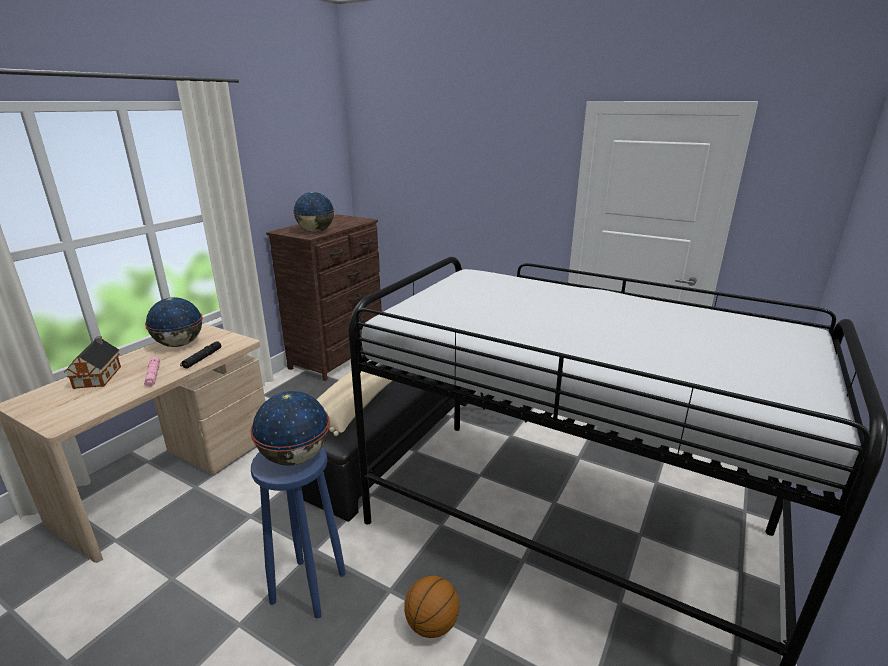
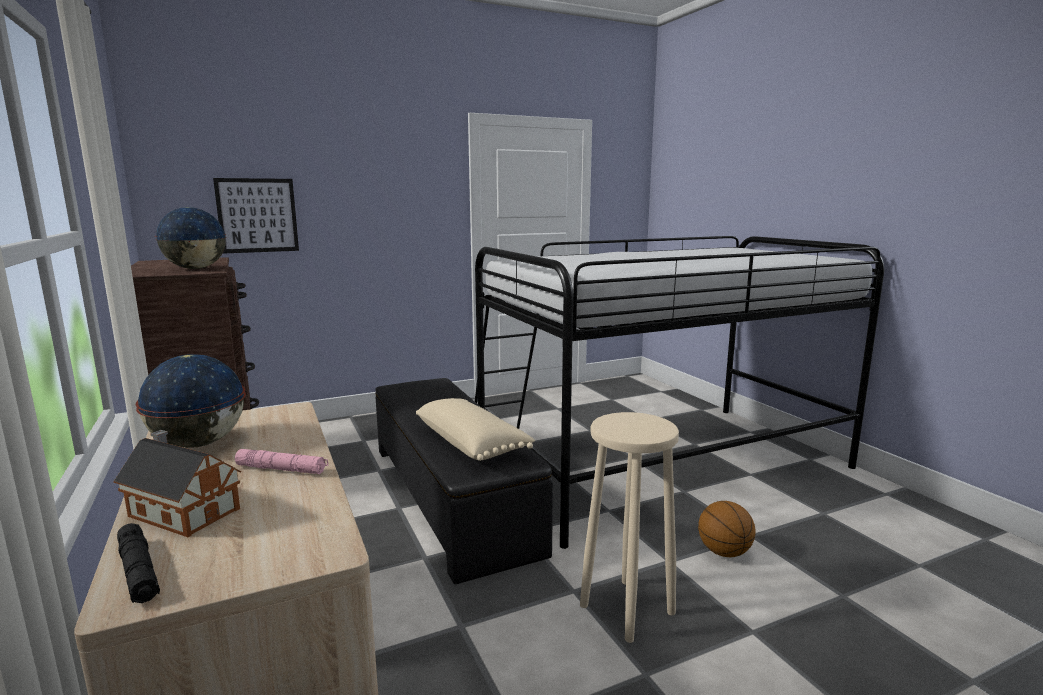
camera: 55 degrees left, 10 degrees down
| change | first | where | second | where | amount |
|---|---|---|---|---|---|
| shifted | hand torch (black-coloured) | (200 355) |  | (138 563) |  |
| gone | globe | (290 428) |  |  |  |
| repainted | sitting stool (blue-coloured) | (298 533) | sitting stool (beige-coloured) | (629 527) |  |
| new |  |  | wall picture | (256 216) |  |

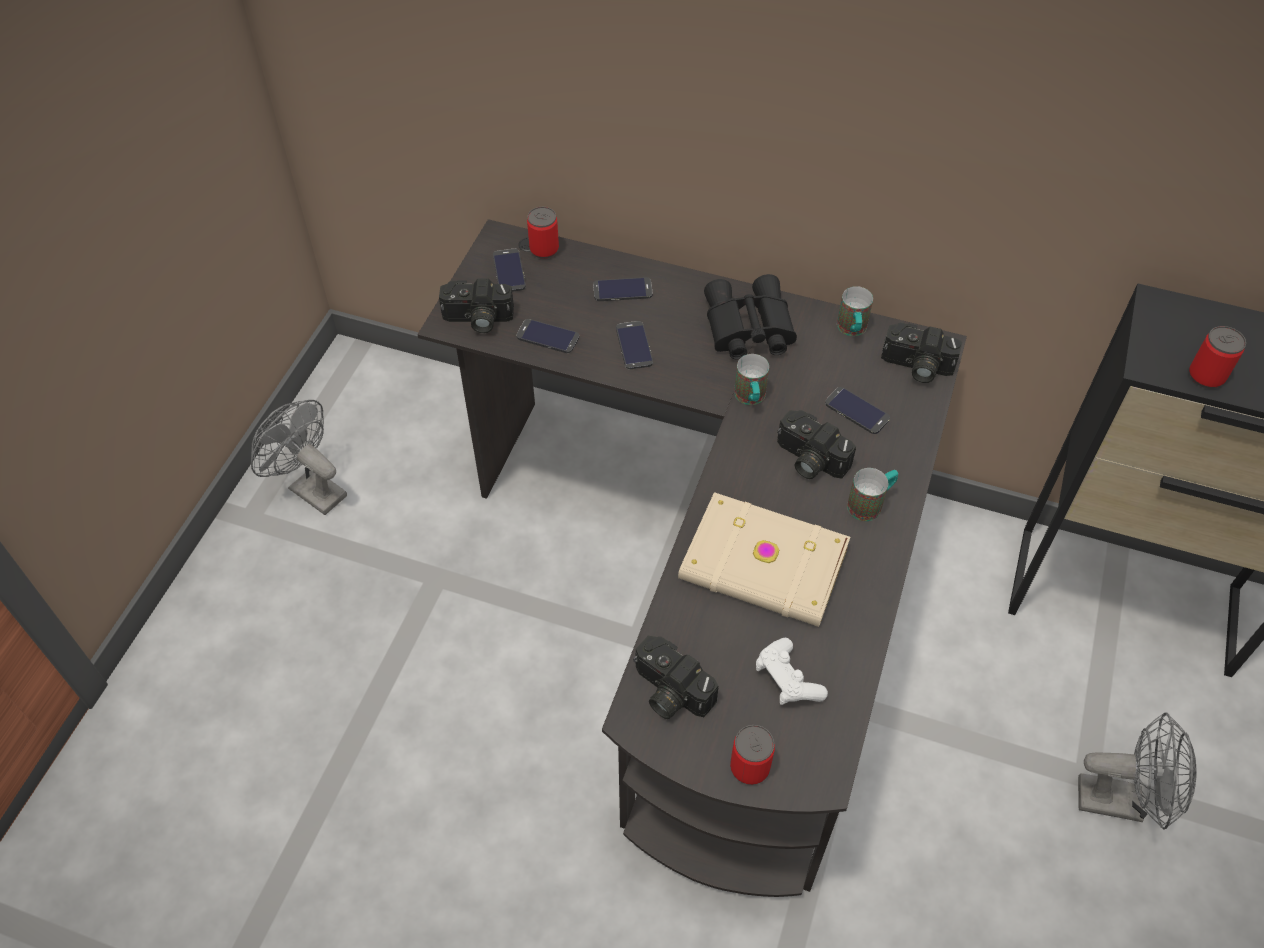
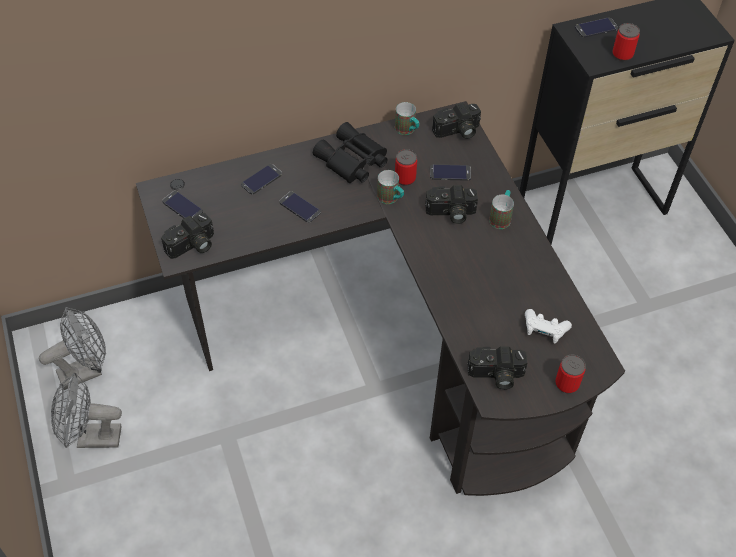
camera: 40 degrees left, 0 degrees up
| change | first | where | second | where | amount |
|---|---|---|---|---|---|
| shifted | metal can | (543 233) |  | (406 167) |  |
| shifted | telephone | (547 336) |  | (596 28) |  |
| gone | volume (beige-coloured) | (764 559) |  |  |  |
| shifted | fan (gray) | (1137 771) |  | (72 348) |  |

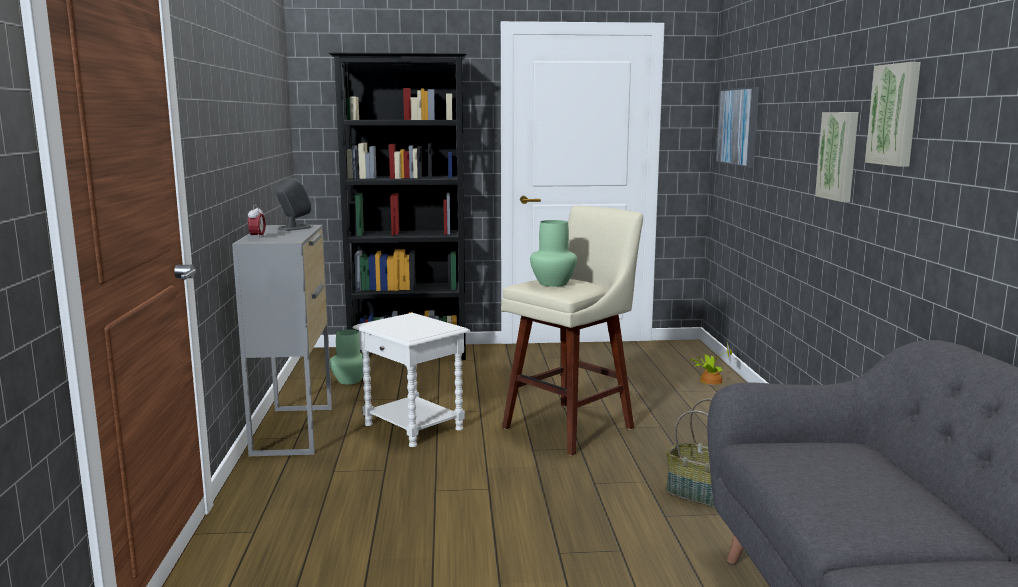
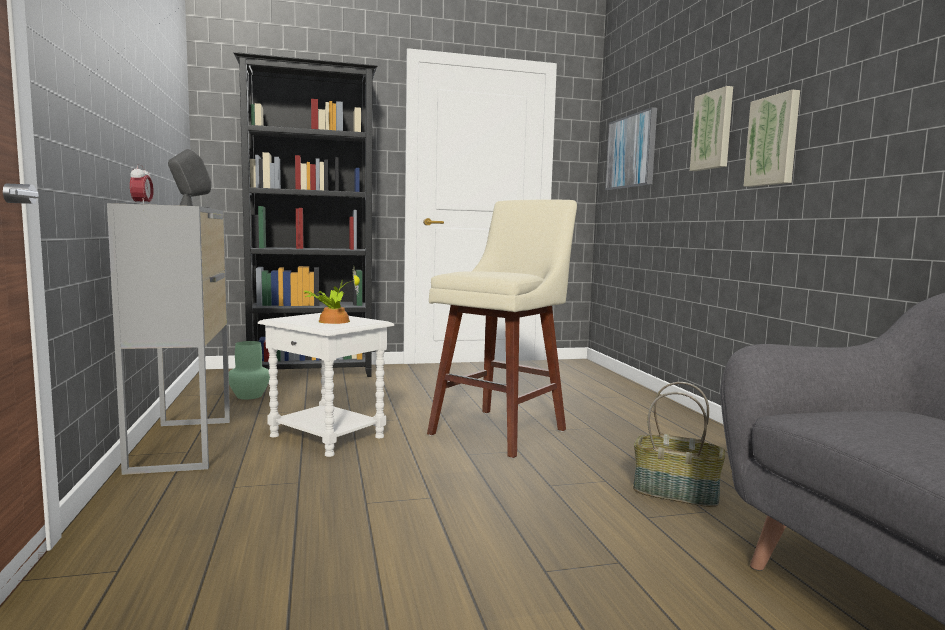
camera: 10 degrees left, 5 degrees down
| change | first | where | second | where | amount |
|---|---|---|---|---|---|
| shifted | wall picture | (893 114) |  | (711 128) |  |
| gone | vase (greenish) | (553 253) |  |  |  |
| shifted | plant in a pot | (711 365) |  | (332 295) |  |

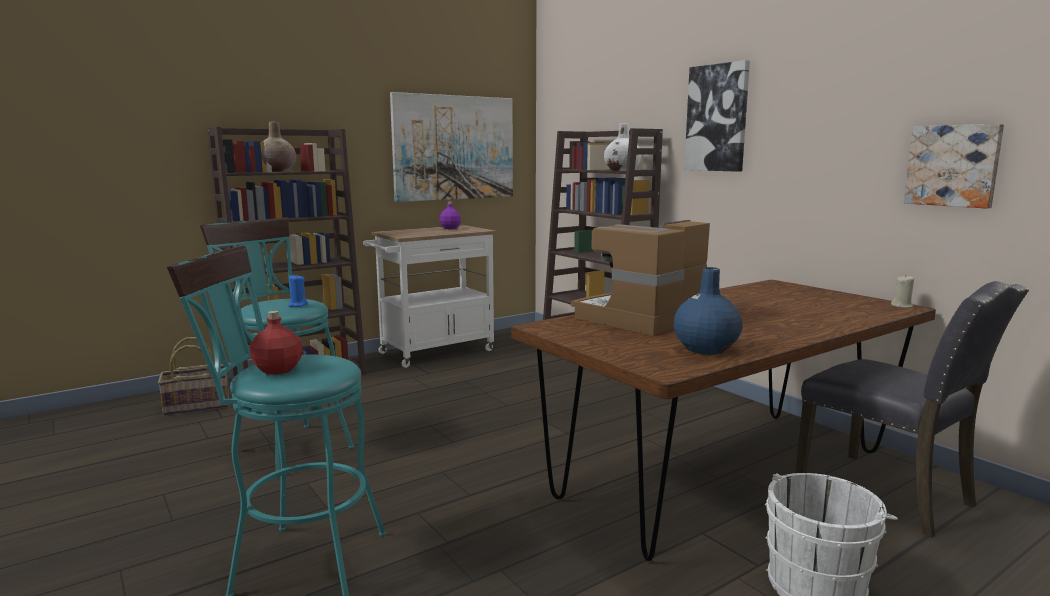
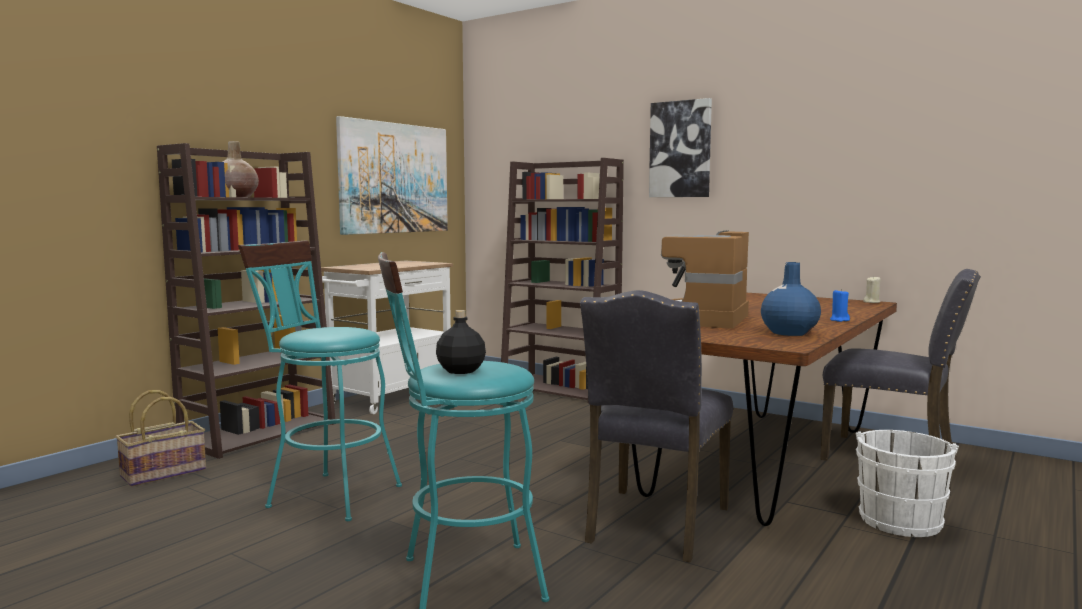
camera: 20 degrees left, 5 degrees down
| change | first | where | second | where | amount |
|---|---|---|---|---|---|
| gone | vase (white-coloured) | (622 147) |  |  |  |
| gone | wall picture | (954 166) |  |  |  |
| gone | drink bottle (purplish) | (450 215) |  |  |  |
| shifted | wax candle (blue-coloured) | (298 290) |  | (840 305) |  |
| repainted | drink bottle (red) | (276 343) | drink bottle (black-coloured) | (461 342) |  |
| new |  |  | plain chair (gray) | (656 426) |  |

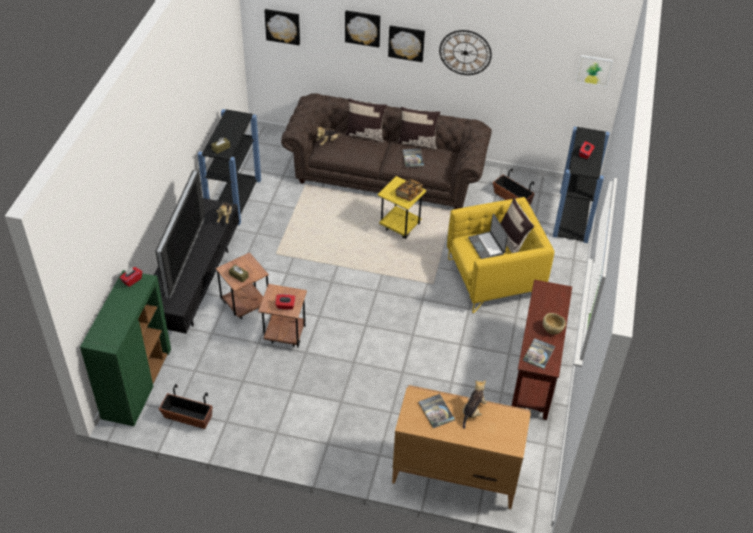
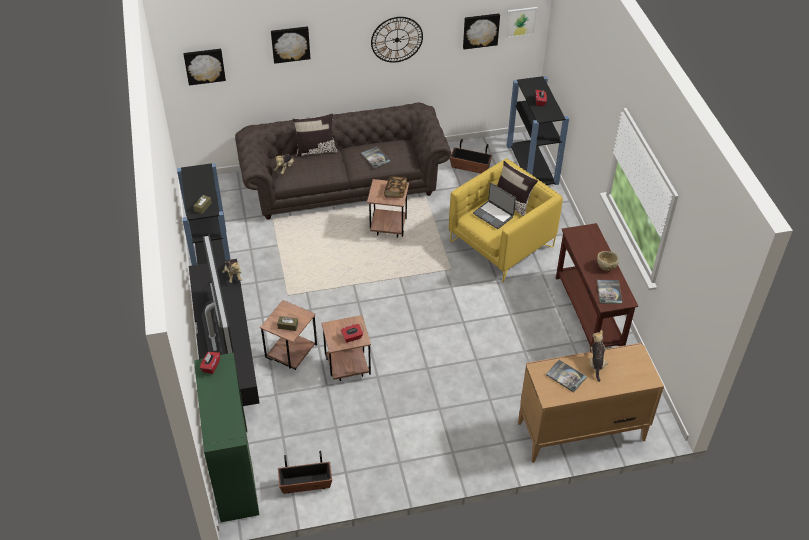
camera: 25 degrees left, 0 degrees up
| change | first | where | second | where | amount |
|---|---|---|---|---|---|
| shifted | wall picture | (406 43) |  | (481 31) |  |
| gone | throw pillow | (419 128) |  |  |  |
| repainted | accent table (yellow) | (402 207) | accent table (brownish) | (388 208) |  |

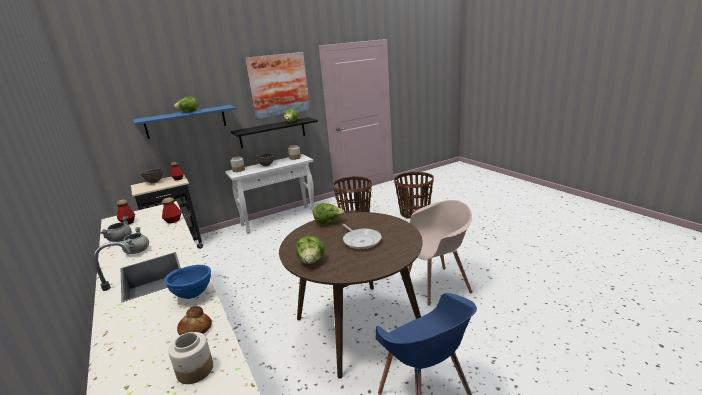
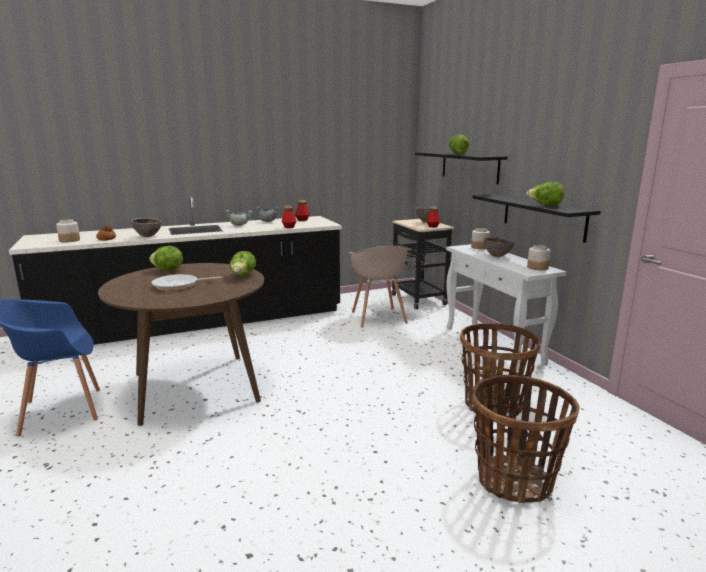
camera: 95 degrees right, 5 degrees down
| change | first | where | second | where | amount |
|---|---|---|---|---|---|
| gone | wall picture | (277 86) |  |  |  |
| repainted | wall shelf (blue-coloured) | (184 122) | wall shelf (black-coloured) | (461 168) |  |
| shifted | plain chair (beige-coloured) | (440 253) |  | (380 287) |  |
| repainted | serving bowl (blue-coloured) | (188 282) | serving bowl (brownish) | (146 227) |  |

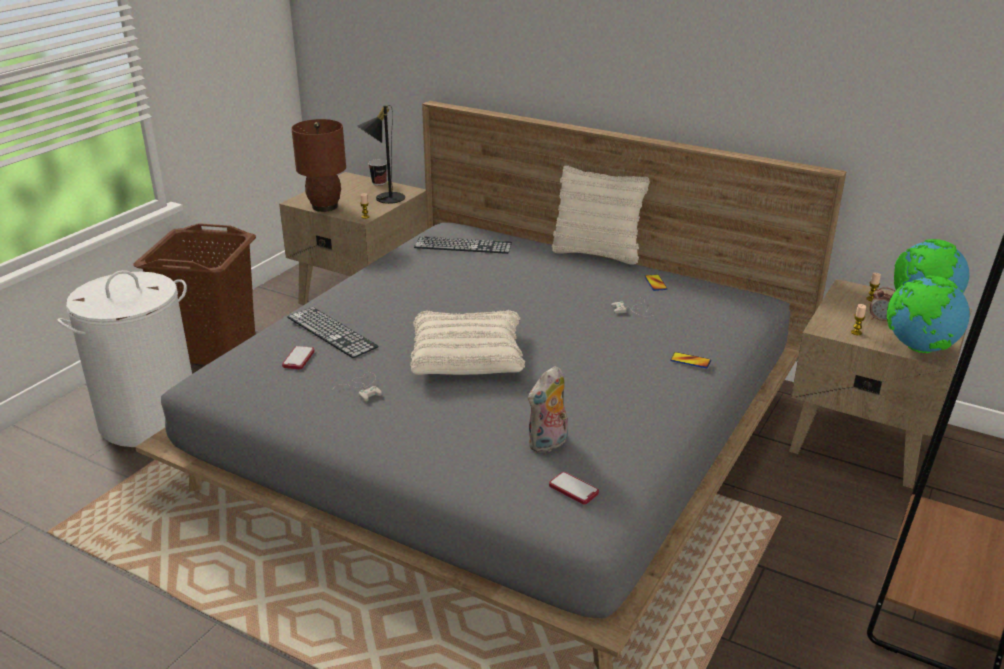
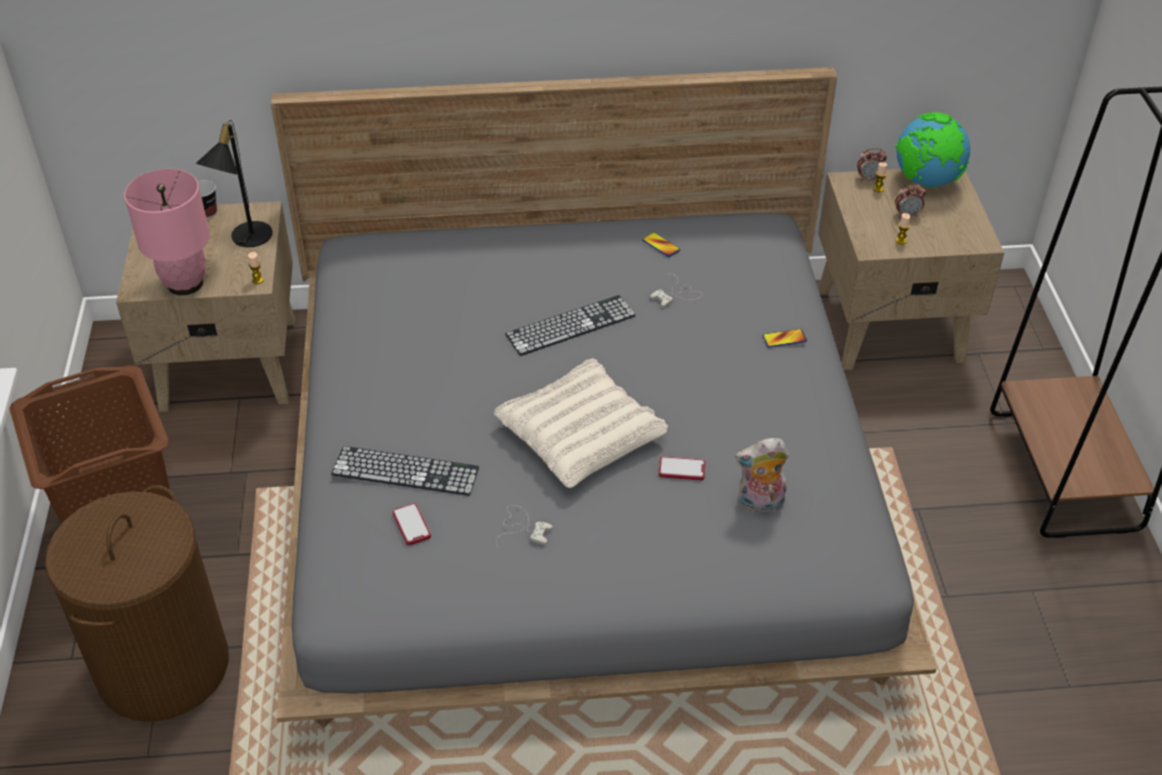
camera: 35 degrees left, 15 degrees up
| change | first | where | second | where | amount |
|---|---|---|---|---|---|
| repainted | tabletop lamp (brownish) | (318 165) | tabletop lamp (pink-coloured) | (167 232) |  |
| gone | throw pillow (beige-coloured) | (601 215) |  |  |  |
| shifted | computer keyboard | (463 245) |  | (570 325) |  |
| repainted | laundry basket (white-coloured) | (124 358) | laundry basket (brownish) | (137 603) |  |
| gone | globe | (928 314) |  |  |  |
| rotated | cuddly toy | (548 409) |  | (762 475) | 75 degrees clockwise |
| shifted | telephone | (574 488) |  | (682 468) |  |
| new |  |  | alarm clock | (872 164) |  |

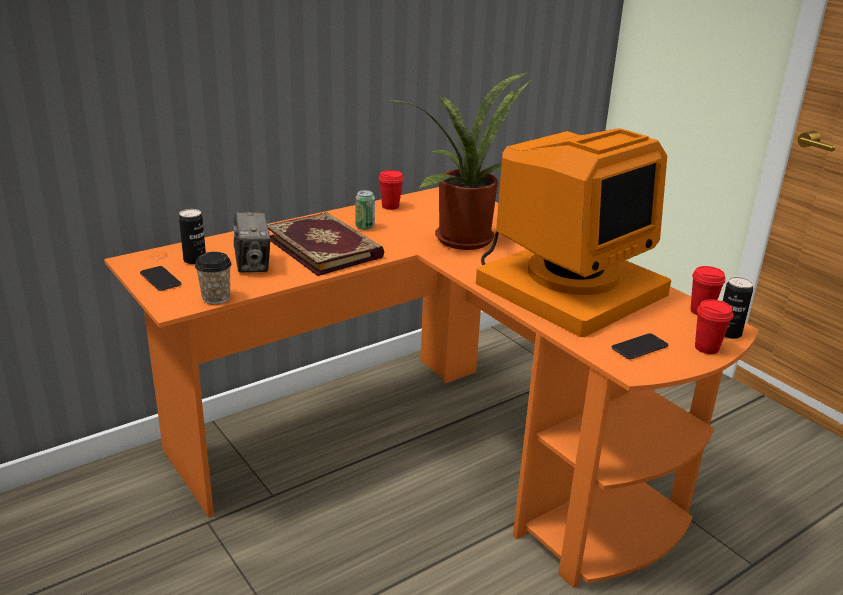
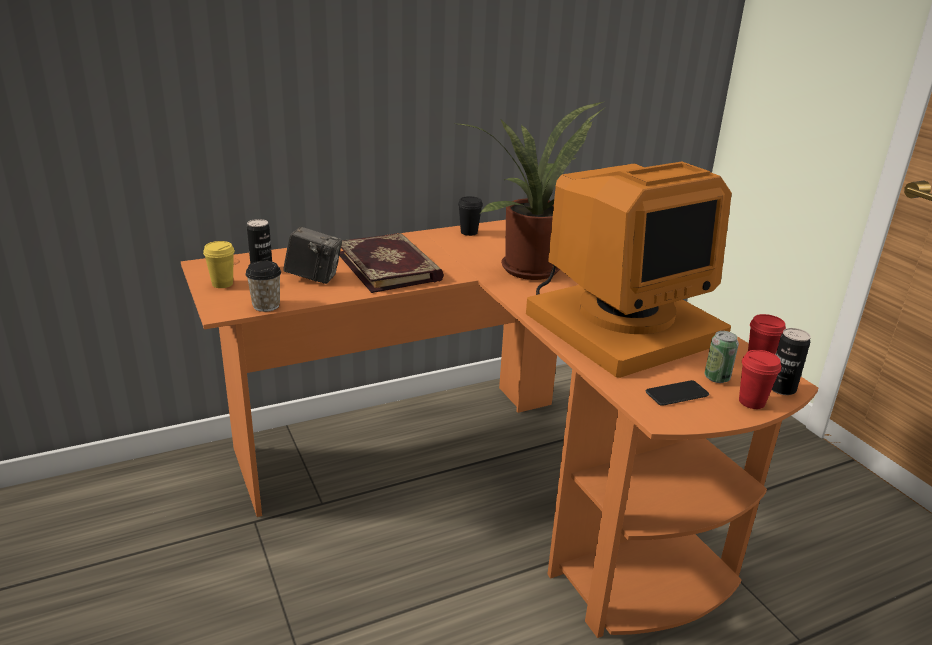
camera: 10 degrees right, 0 degrees up
| change | first | where | second | where | amount |
|---|---|---|---|---|---|
| repainted | small cup (red) | (391 190) | small cup (black-coloured) | (470 216) |  |
| shifted | metal can | (365 210) |  | (722 357) |  |
| rotated | still camera | (252 242) |  | (312 255) | 75 degrees counterclockwise |
| swapped | telephone | (160 278) | small cup (yellow) | (219 264) |  |

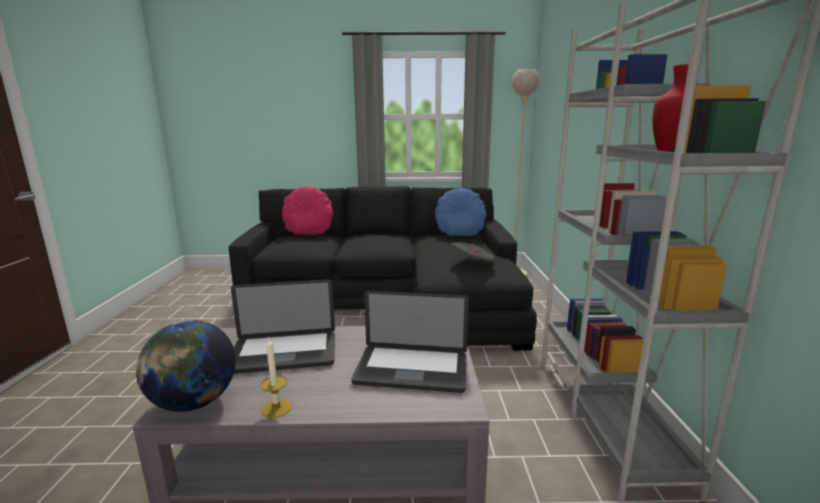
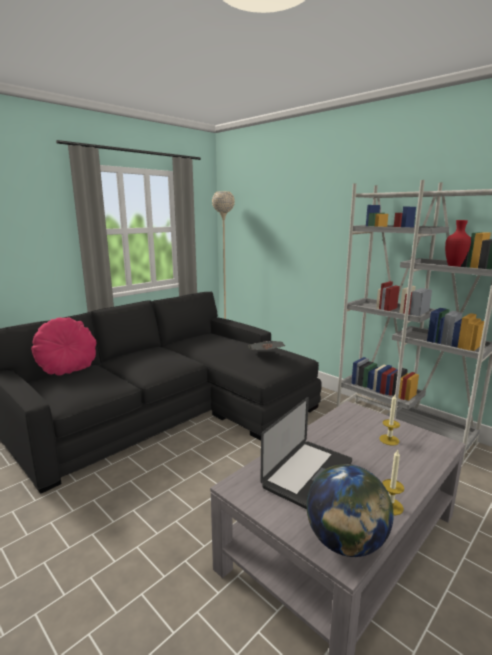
camera: 45 degrees left, 0 degrees up
| change | first | where | second | where | amount |
|---|---|---|---|---|---|
| gone | throw pillow (blue-coloured) | (461 212) |  |  |  |
| swapped | laptop | (410 342) | wax candle | (390 419) |  |

